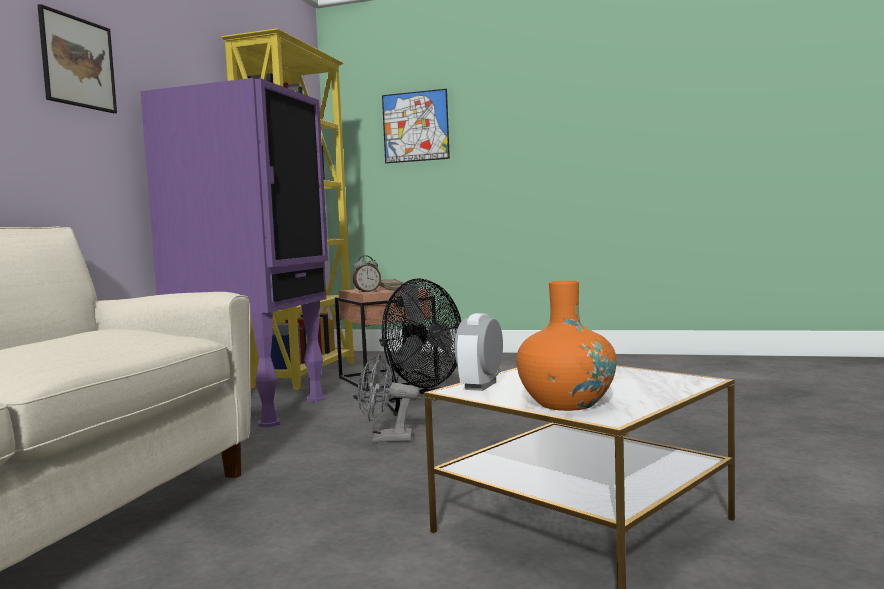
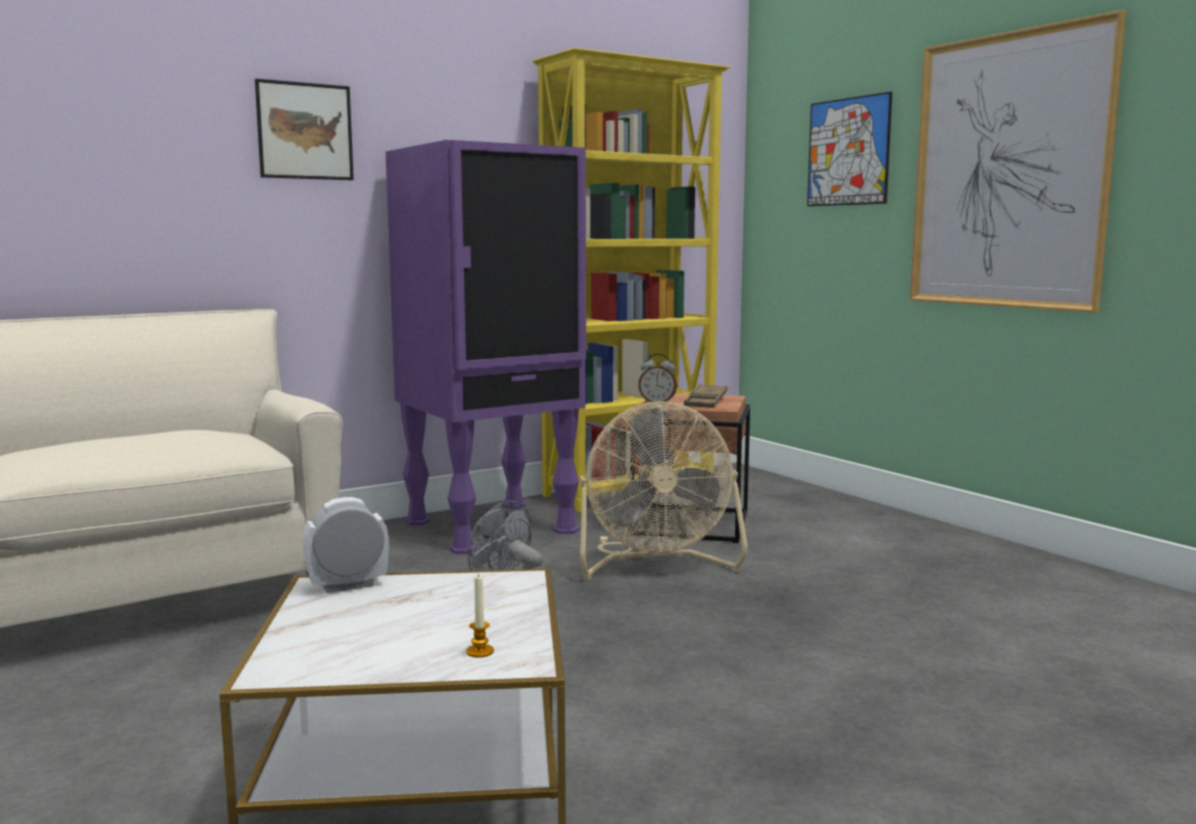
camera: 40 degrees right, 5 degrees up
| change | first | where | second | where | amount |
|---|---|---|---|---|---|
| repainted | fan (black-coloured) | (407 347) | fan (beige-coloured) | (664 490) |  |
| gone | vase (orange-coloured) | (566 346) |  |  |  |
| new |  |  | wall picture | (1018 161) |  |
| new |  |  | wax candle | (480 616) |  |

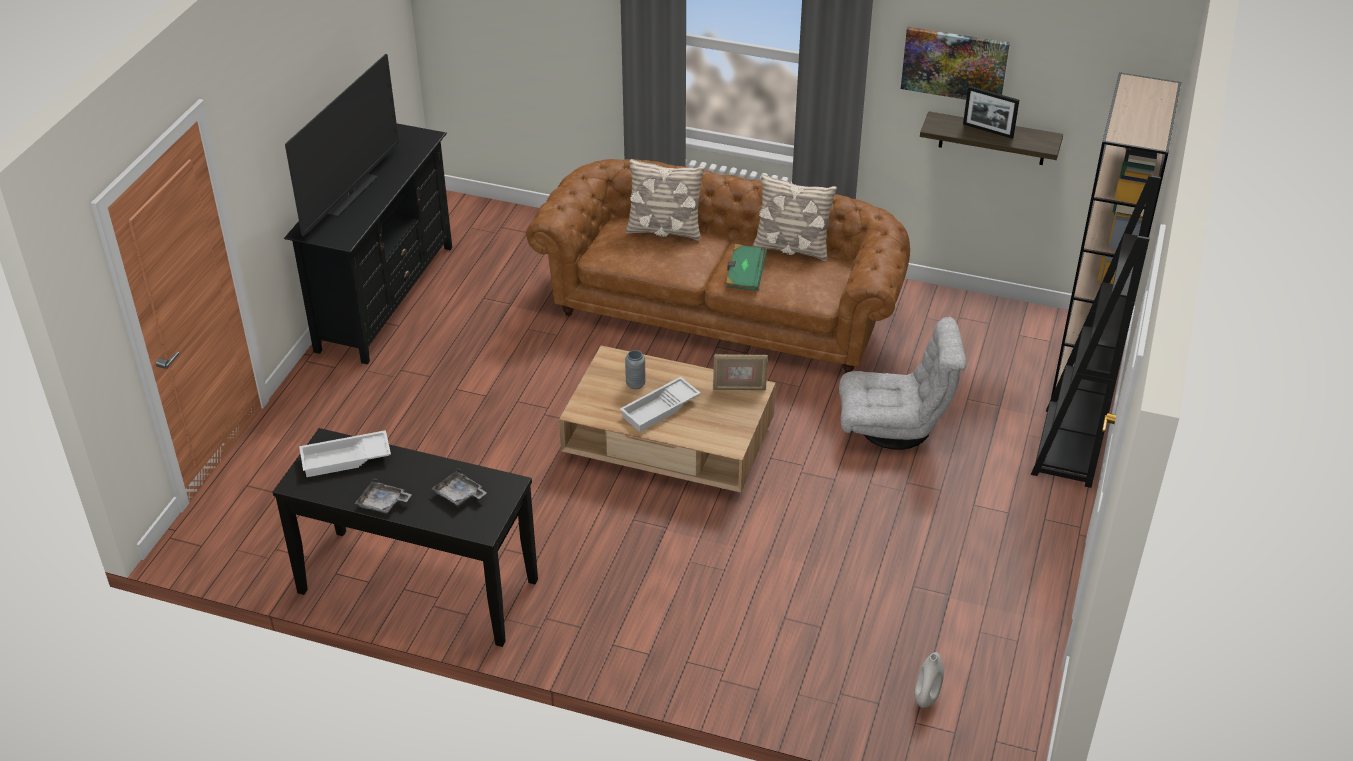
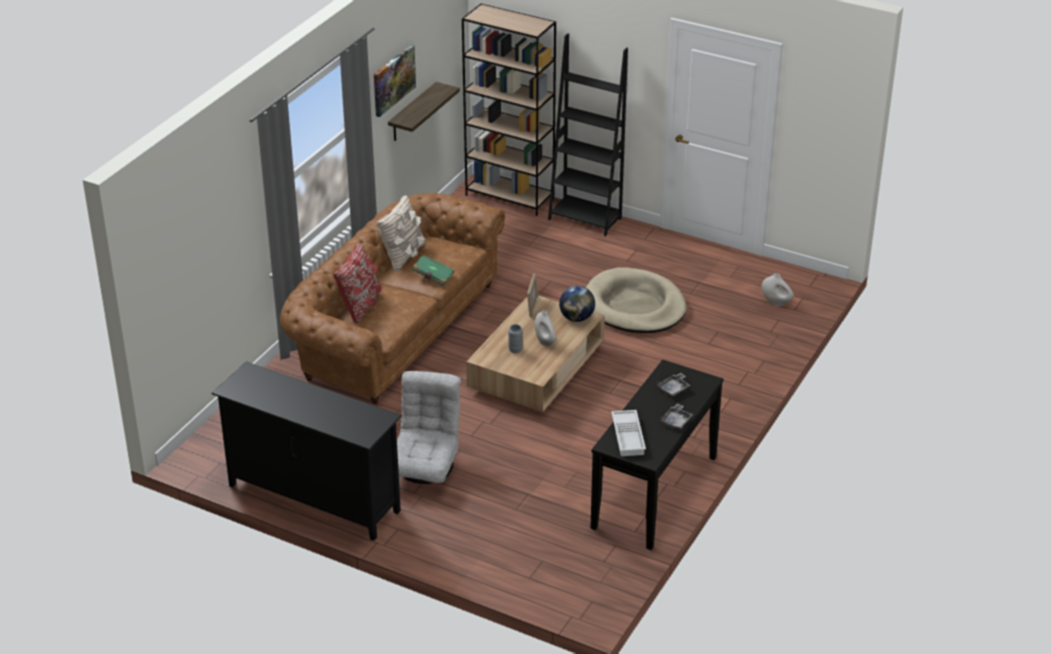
camera: 80 degrees left, 5 degrees down
| change | first | where | second | where | amount |
|---|---|---|---|---|---|
| gone | television | (342 145) |  |  |  |
| gone | photo frame | (991 112) |  |  |  |
| repainted | throw pillow (beige-coloured) | (665 200) | throw pillow (red) | (357 283) |  |
| shifted | easy chair (gray) | (902 383) |  | (429 427) |  |
| swapped | tray (white-coloured) | (660 404) | vase (white-coloured) | (546 328) |  |
| new |  |  | dog bed (beige-coloured) | (636 300) |  |
| new |  |  | globe | (577 304) |  |

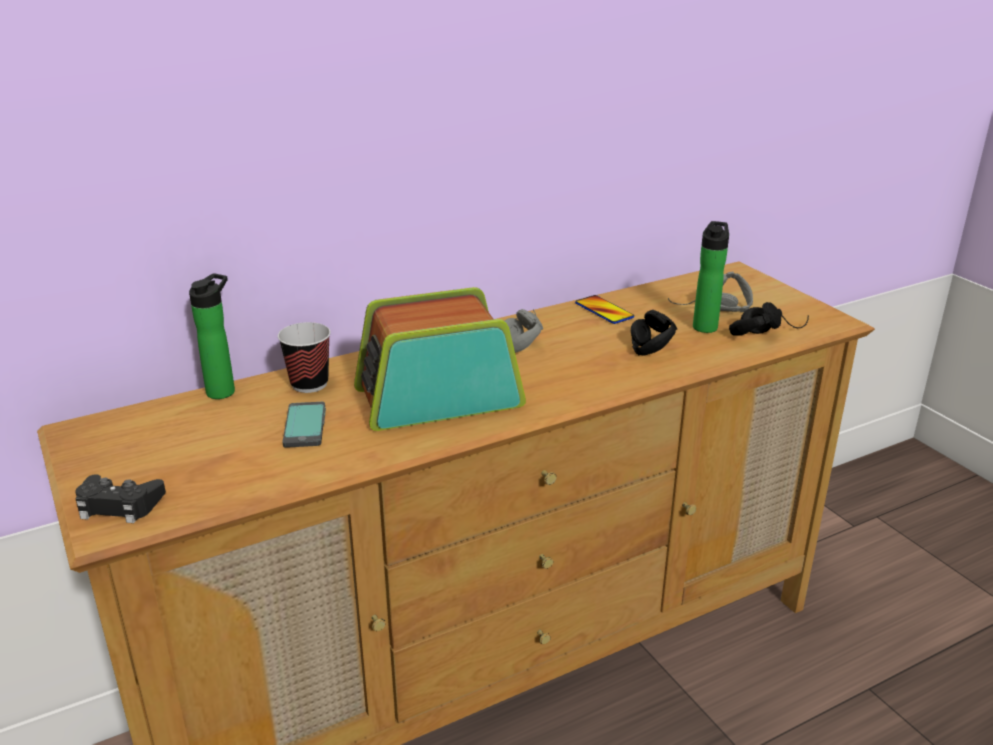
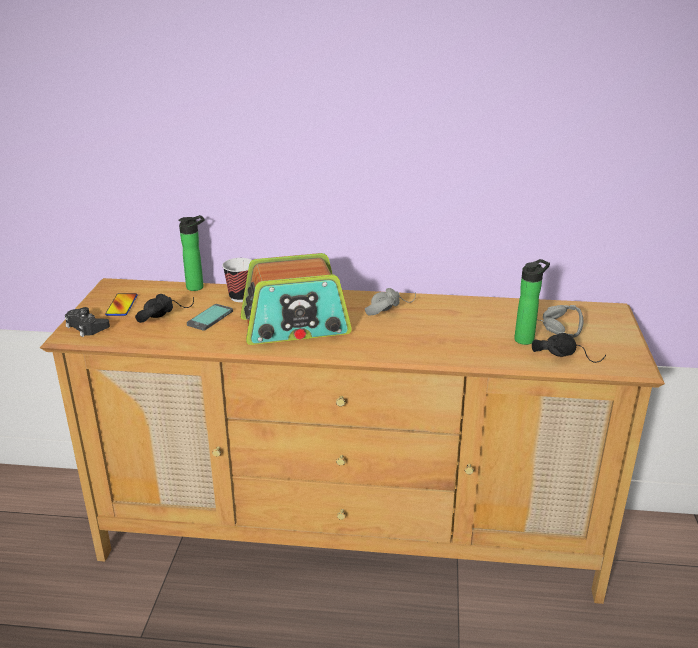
camera: 35 degrees right, 0 degrees up
| change | first | where | second | where | amount |
|---|---|---|---|---|---|
| rotated | radio set | (440 359) |  | (296 299) | 150 degrees clockwise |
| shifted | telephone | (604 309) |  | (121 304) |  |
| shifted | headset (black-coloured) | (654 333) |  | (164 308) |  |

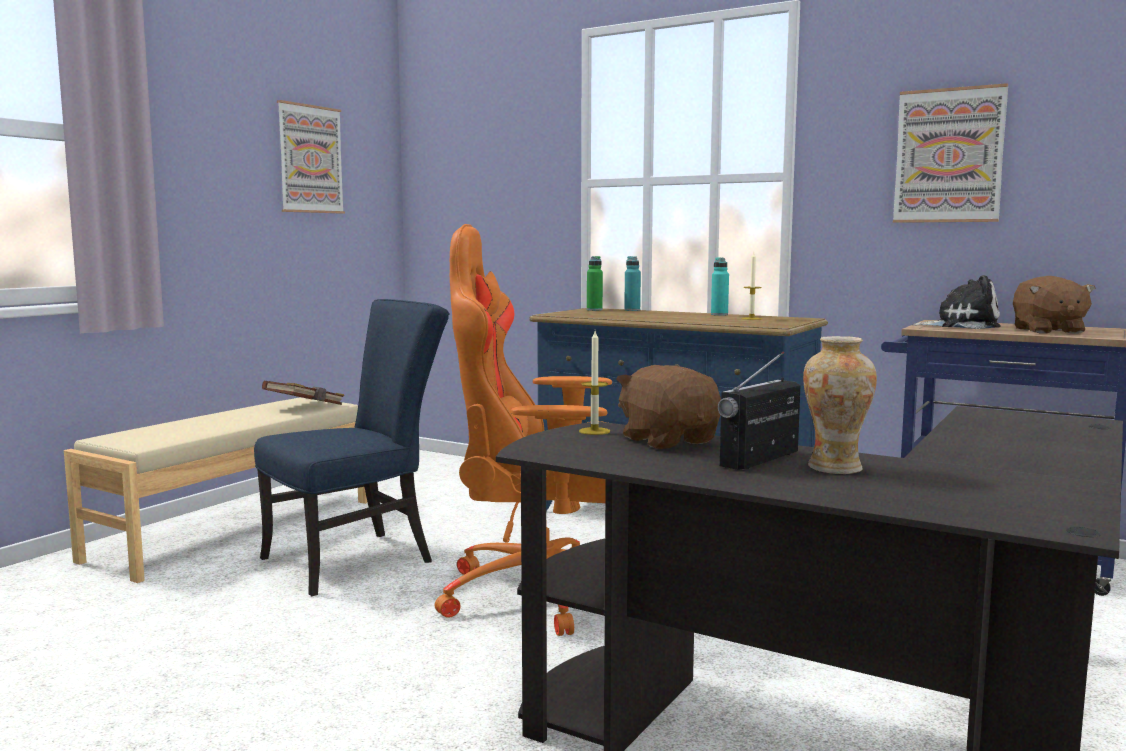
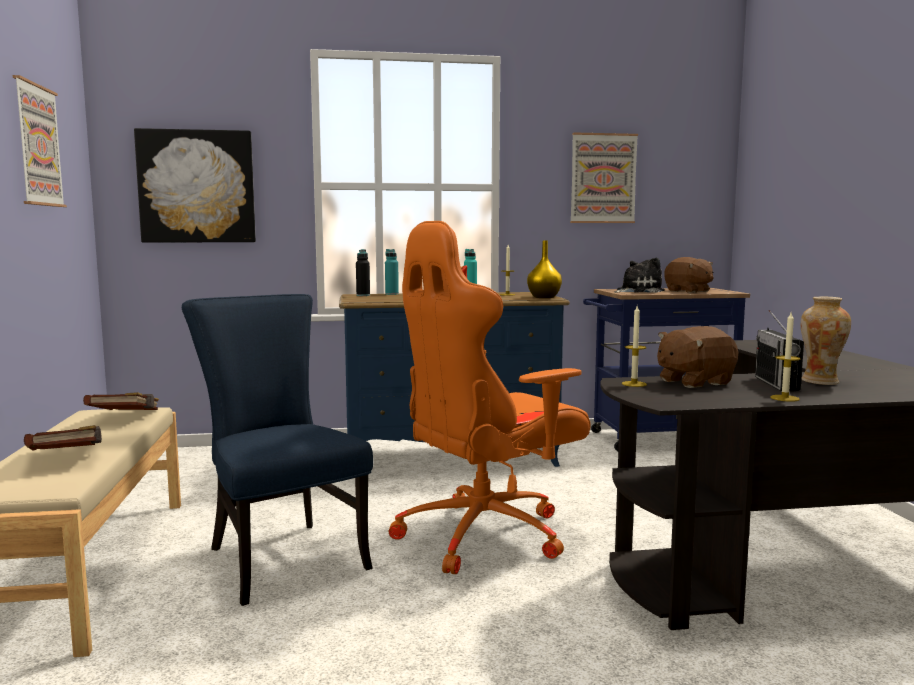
camera: 40 degrees left, 0 degrees up
| change | first | where | second | where | amount |
|---|---|---|---|---|---|
| repainted | drink bottle (greenish) | (595 283) | drink bottle (black-coloured) | (363 272) |  |
| rotated | plain chair (blue-coloured) | (352 447) |  | (277 450) | 45 degrees counterclockwise |
| rotated | cuddly toy (brownish) | (668 407) |  | (697 357) | 45 degrees counterclockwise |
| new |  |  | wall picture | (195 185) |  |
| new |  |  | vase (yellow) | (544 269) |  |
| new |  |  | wax candle | (785 357) |  |
| new |  |  | volume (brownish) | (63 438) |  |

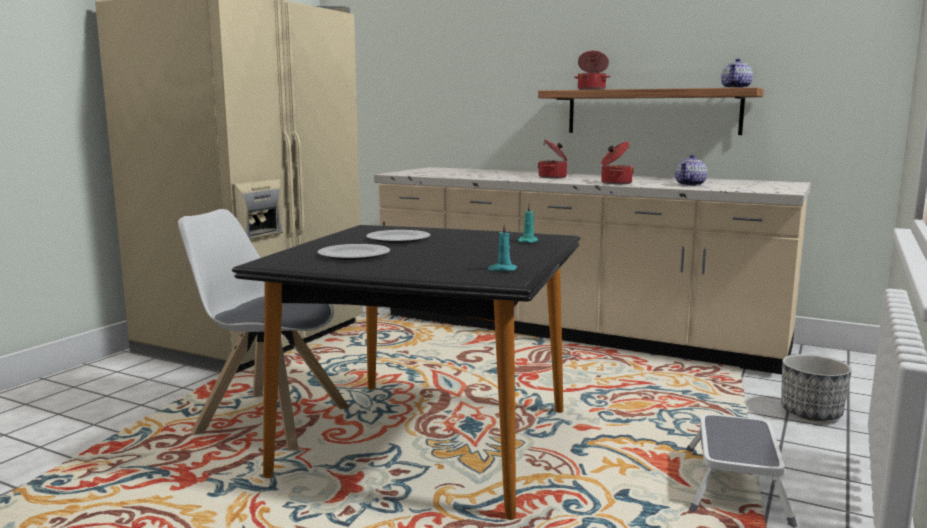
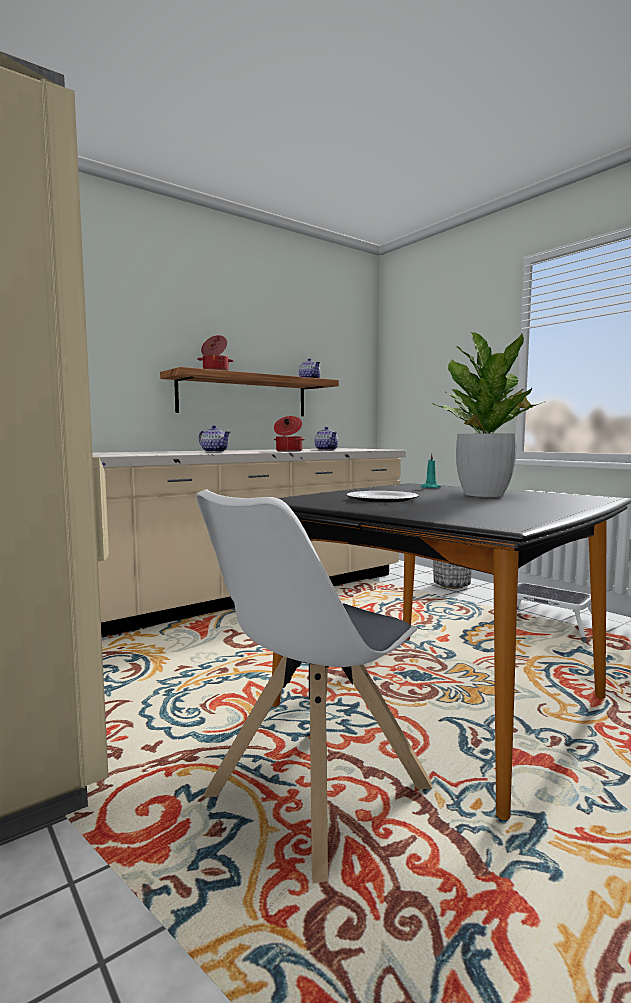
camera: 65 degrees left, 5 degrees down
| change | first | where | second | where | amount |
|---|---|---|---|---|---|
| swapped | saucepot | (552 159) | tea pot | (214 438) |  |
| gone | wax candle (turquoise) | (502 247) |  |  |  |
| gone | plate | (354 252) |  |  |  |
| new |  |  | plant in a pot | (489 414) |  |

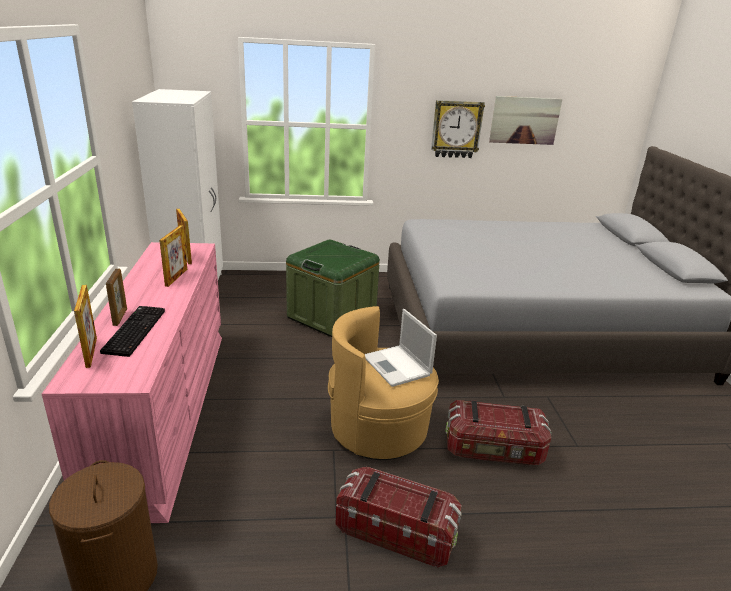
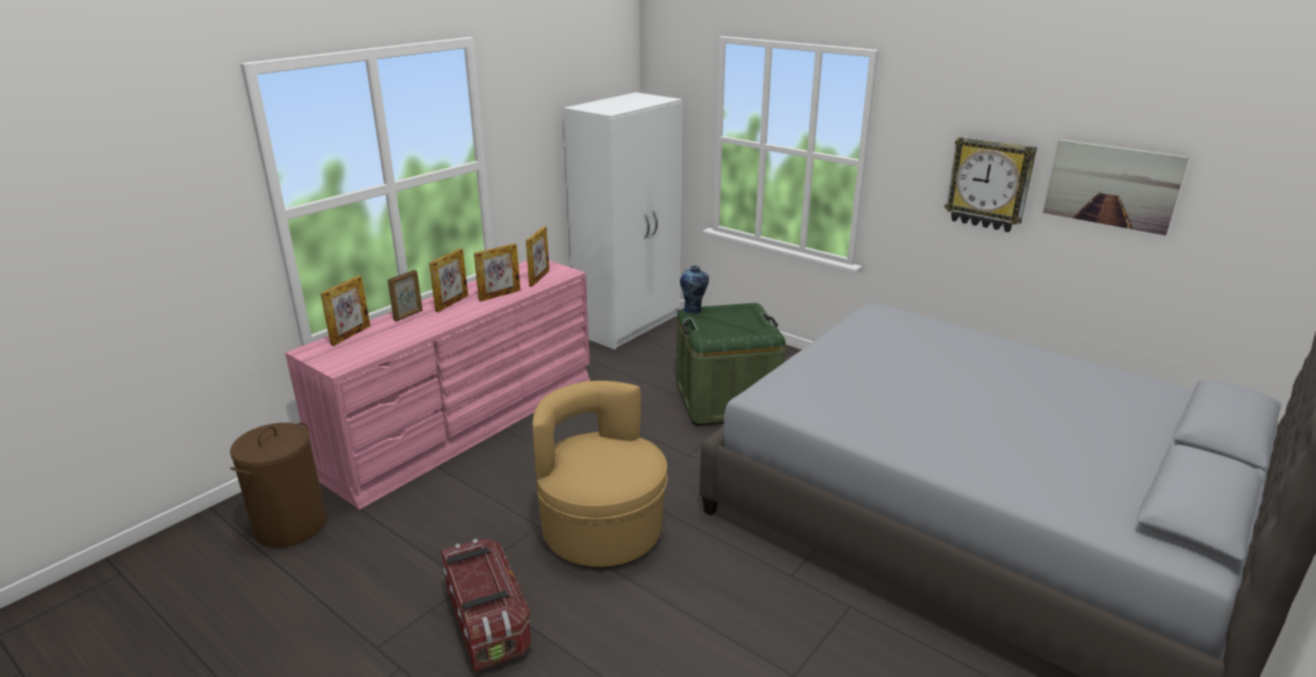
camera: 45 degrees right, 0 degrees up
| change | first | where | second | where | amount |
|---|---|---|---|---|---|
| gone | computer keyboard | (132 331) |  |  |  |
| gone | laptop | (401 348) |  |  |  |
| gone | storage box | (498 433) |  |  |  |
| new |  |  | photo frame | (448 280) |  |
| new |  |  | vase | (694 289) |  |

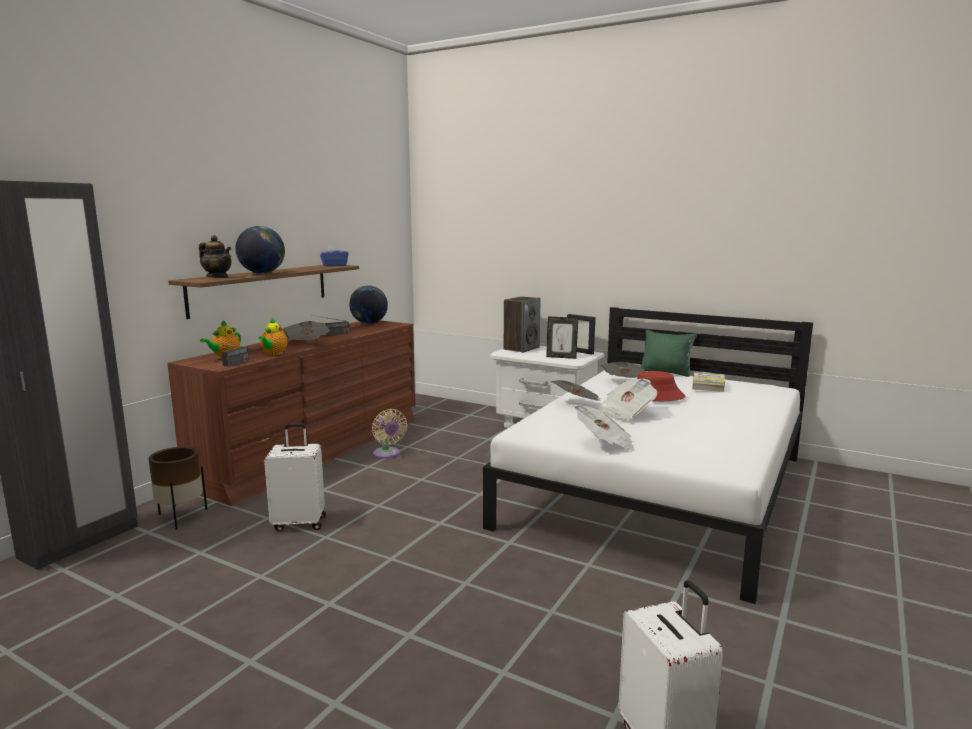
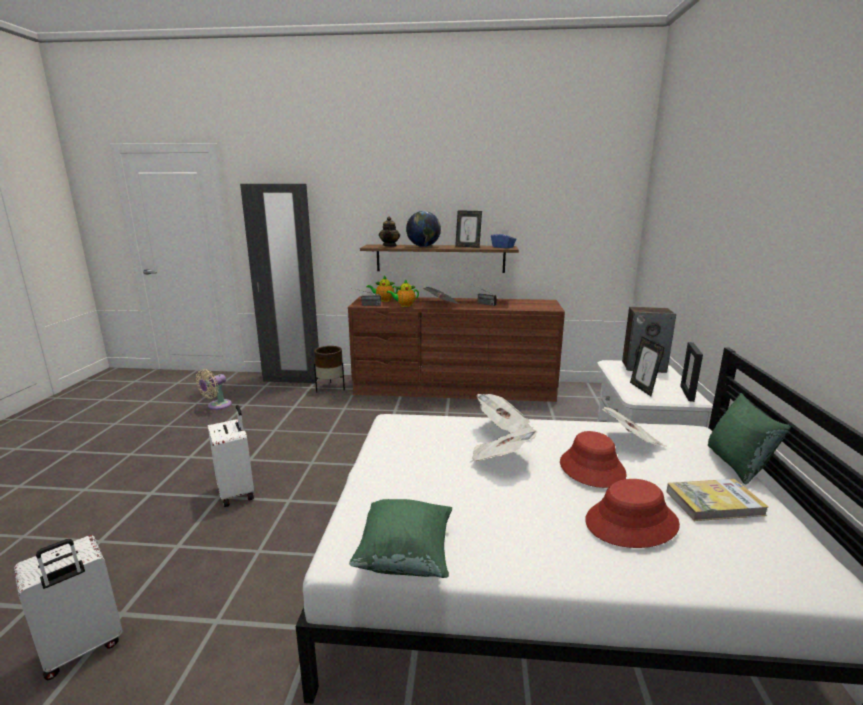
camera: 65 degrees right, 5 degrees up
| change | first | where | second | where | amount |
|---|---|---|---|---|---|
| gone | globe | (368 304) |  |  |  |
| gone | daily paper | (604 428) |  |  |  |
| shifted | fan (beige-coloured) | (389 434) |  | (214 389) |  |
| shifted | suitcase (white-coloured) | (295 477) |  | (231 456) |  |
| new |  |  | photo frame | (468 229) |  |
| new |  |  | hat (red) | (632 513) |  |
| new |  |  | throw pillow (greenish) | (400 538) |  |

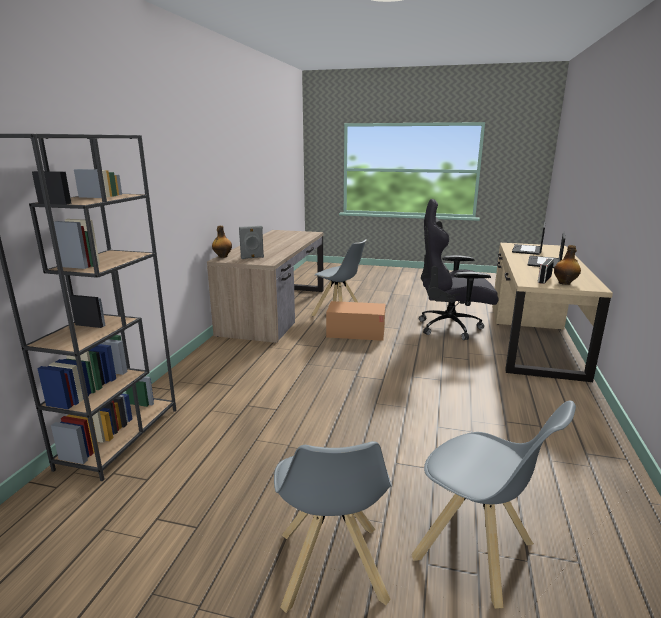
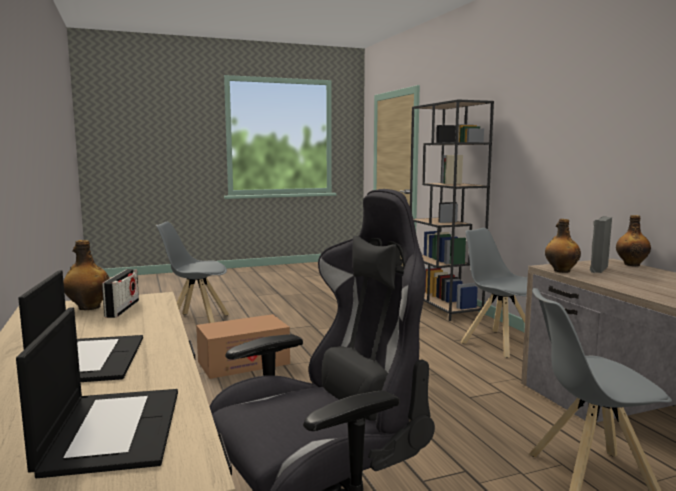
camera: 145 degrees right, 10 degrees down
| change | first | where | second | where | amount |
|---|---|---|---|---|---|
| shifted | carton | (355 321) |  | (243 346) |  |
| shifted | plain chair (gray) | (333 527) |  | (494 293) |  |
| new |  |  | drink bottle | (563 246) |  |

